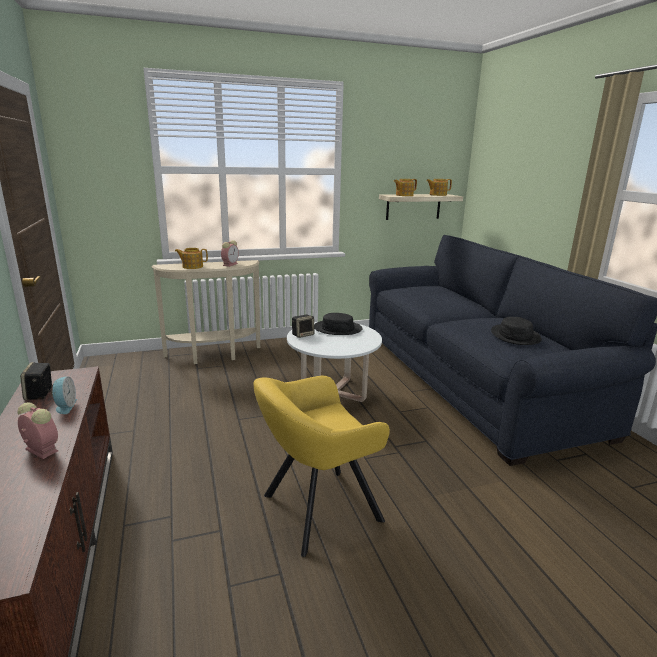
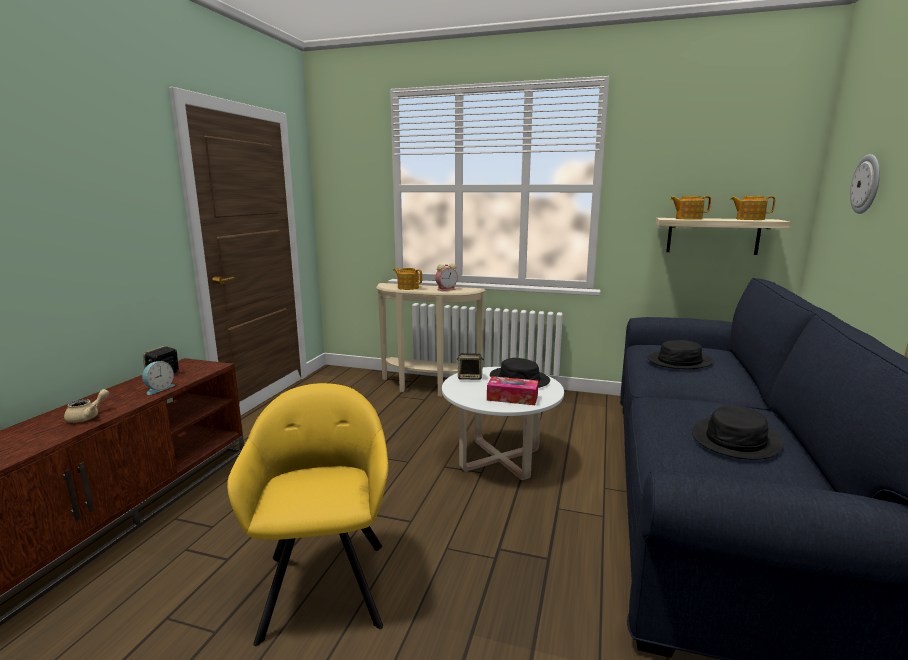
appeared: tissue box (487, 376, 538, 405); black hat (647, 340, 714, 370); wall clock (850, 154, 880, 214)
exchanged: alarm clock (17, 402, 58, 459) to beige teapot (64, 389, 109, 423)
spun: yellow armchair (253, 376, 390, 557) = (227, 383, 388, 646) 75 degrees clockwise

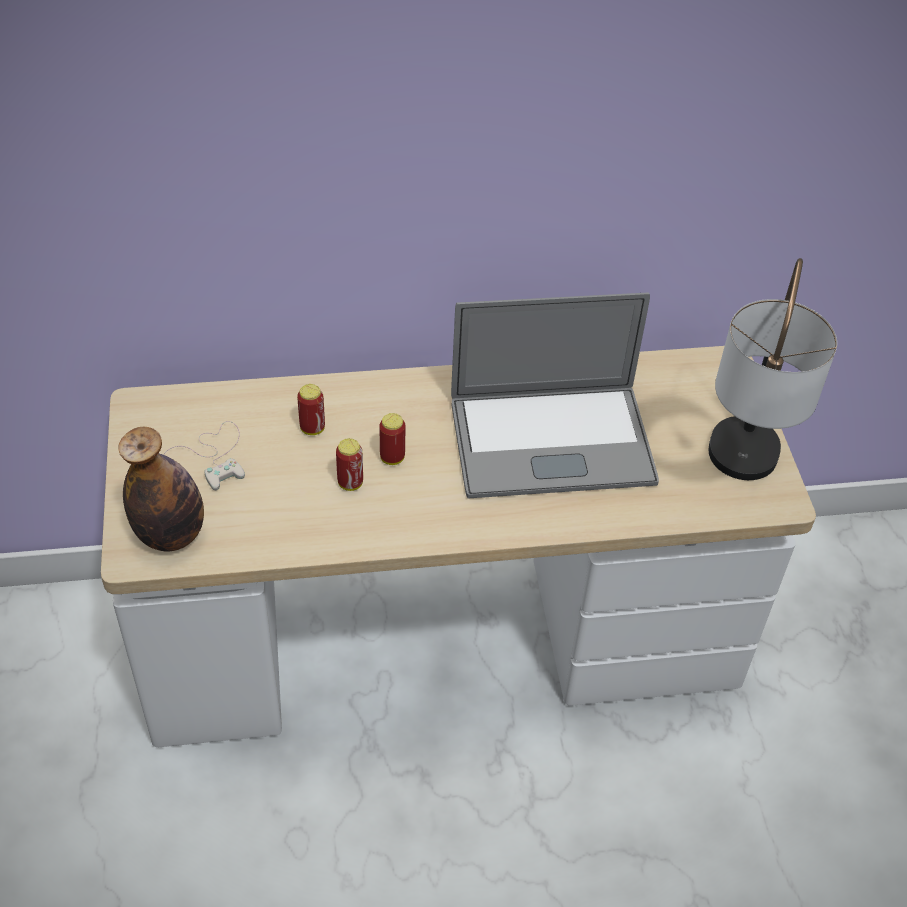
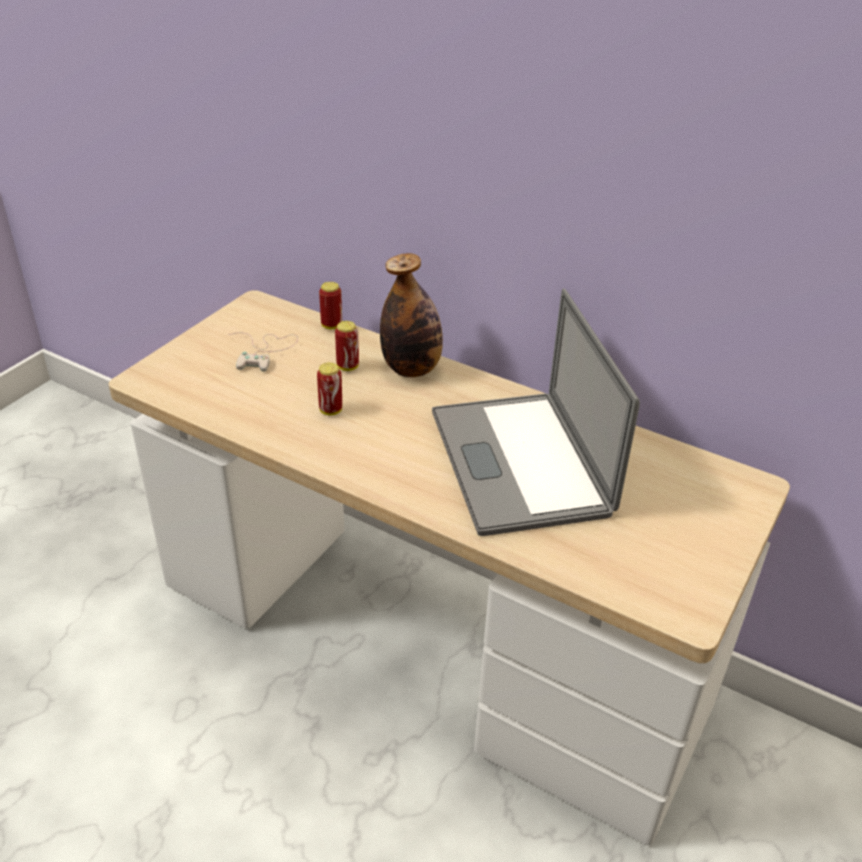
missing: table lamp (709, 258, 837, 480)
relocated: bottle (119, 427, 204, 551) to (380, 253, 443, 377); can (379, 413, 405, 465) to (319, 282, 342, 329)
spun: laptop (451, 292, 659, 498) = (432, 289, 640, 536) 45 degrees clockwise

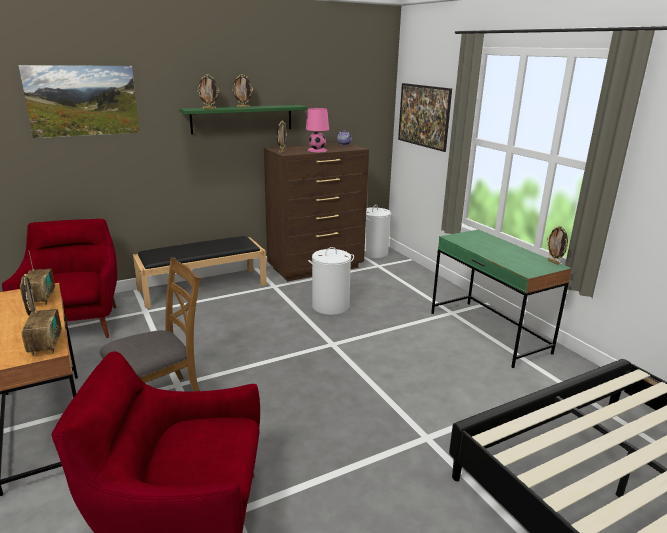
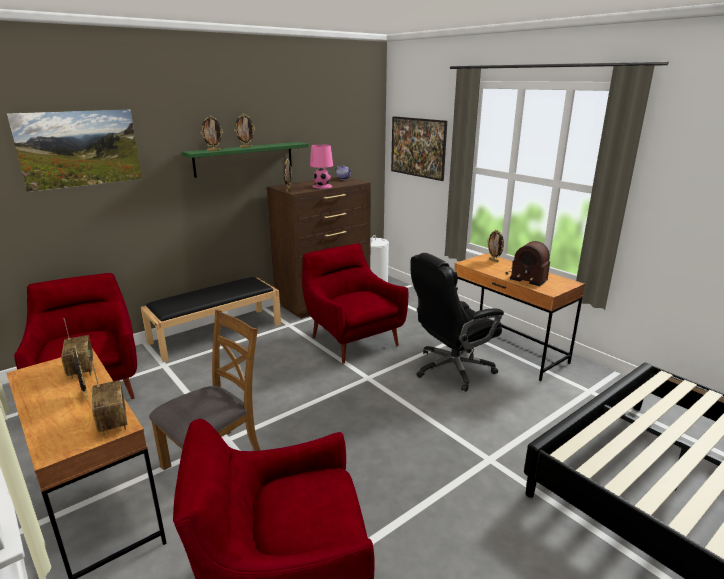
appeared: black office chair (410, 253, 504, 392); radio (506, 241, 550, 286)
relocated: picture frame (547, 226, 568, 265) to (487, 230, 504, 262)
exchanged: white laundry basket (308, 247, 354, 315) to red armchair (302, 244, 408, 364)
colour: green desk (431, 229, 572, 368) to brown desk (454, 253, 585, 381)

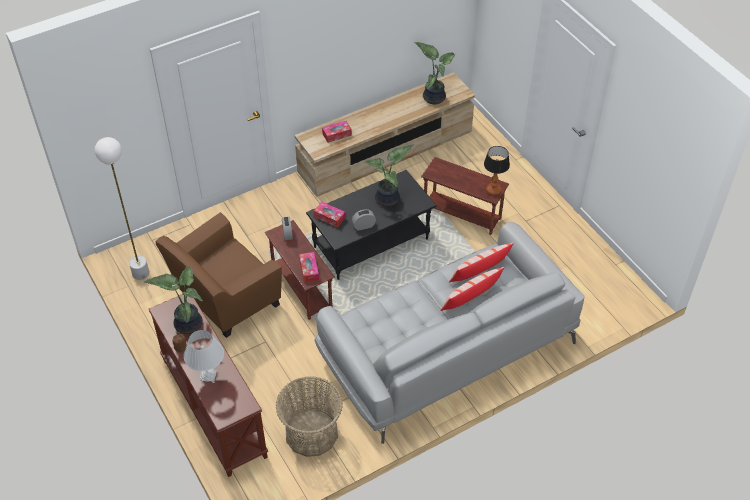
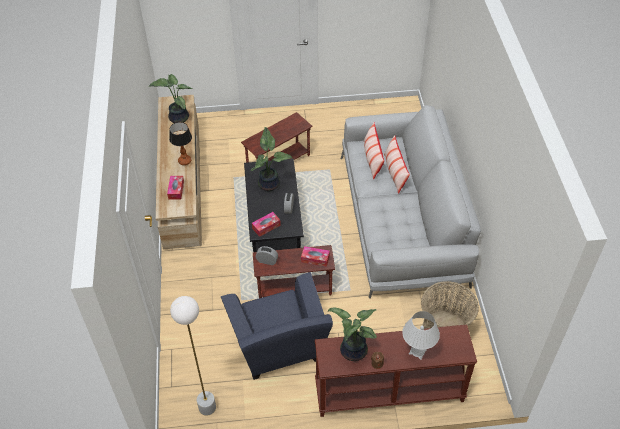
relocated: table lamp (484, 146, 510, 195) to (169, 122, 192, 165)
colour: brown armchair (156, 212, 282, 338) to blue armchair (221, 272, 333, 380)

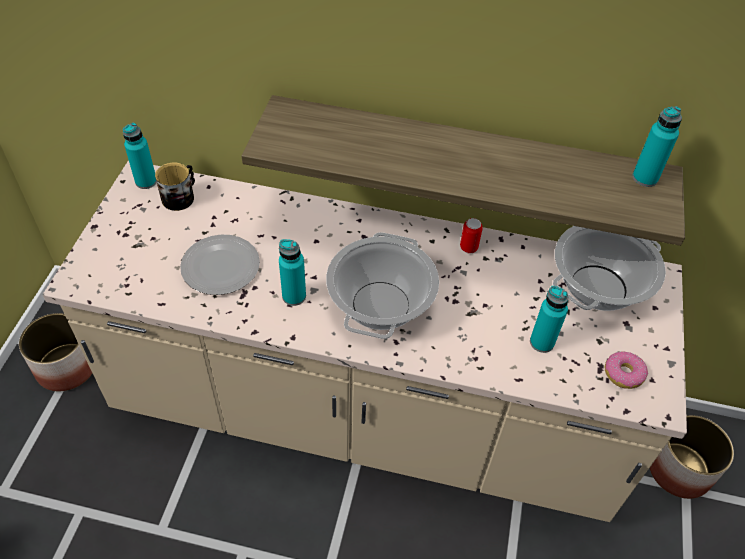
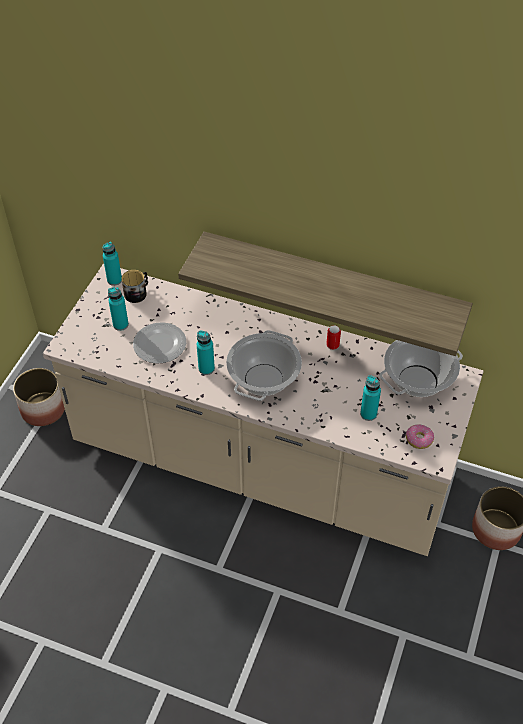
relocated: turquoise bottle (632, 106, 682, 187) to (108, 287, 129, 331)

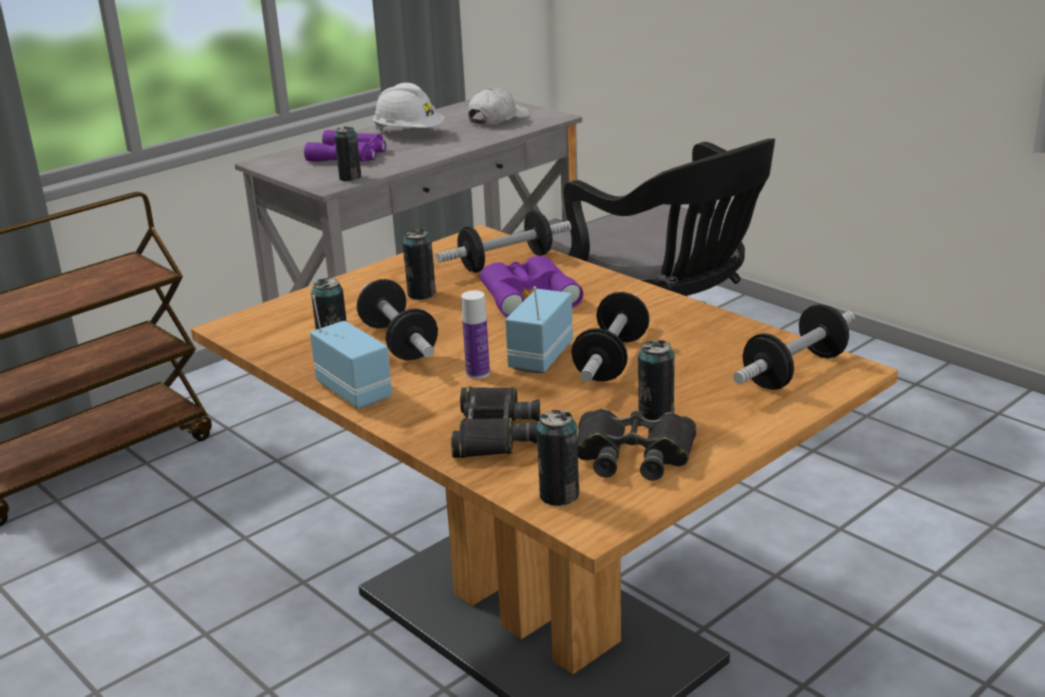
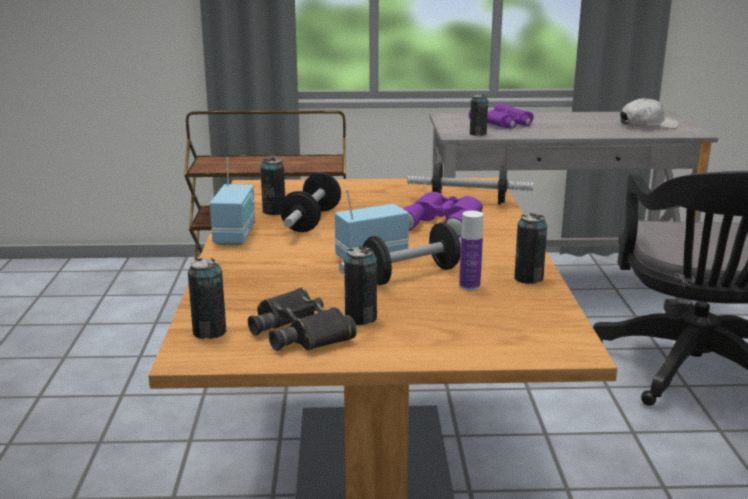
missing: white hard hat (373, 83, 445, 131); black binoculars (451, 387, 540, 458); dumbbell (733, 304, 855, 390)
relocated: can (403, 230, 436, 300) to (514, 213, 547, 284); bottle (461, 290, 490, 379) to (459, 211, 483, 290)

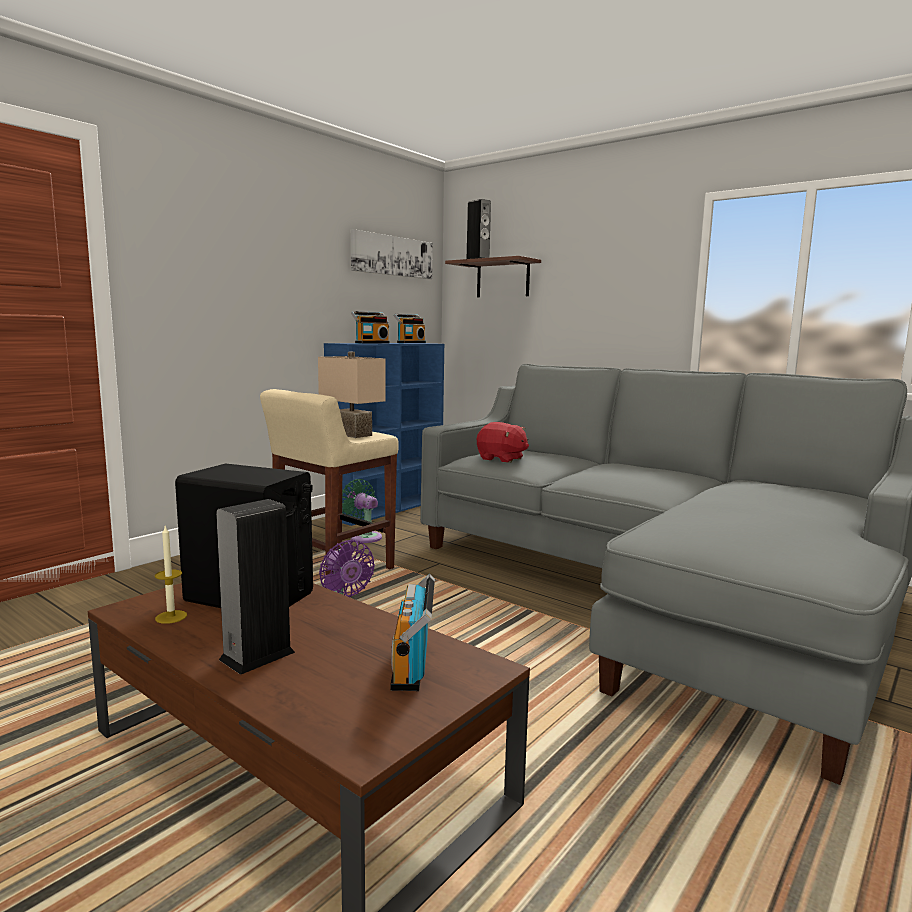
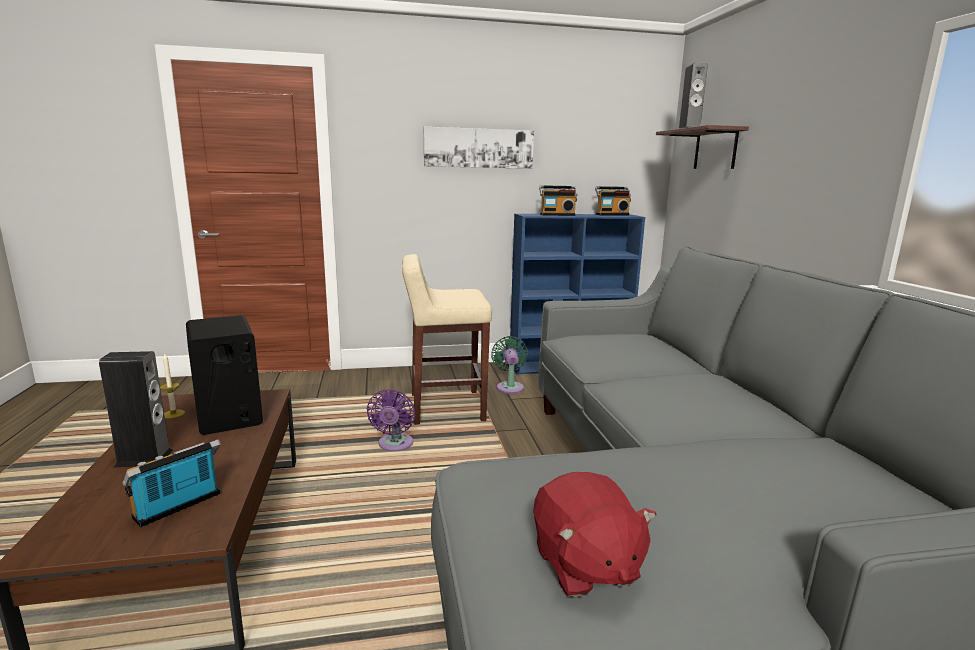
missing: beige table lamp (318, 352, 386, 438)
relocated: picture (351, 229, 433, 279) to (424, 127, 534, 169); red plush toy (477, 422, 529, 463) to (533, 472, 657, 597)

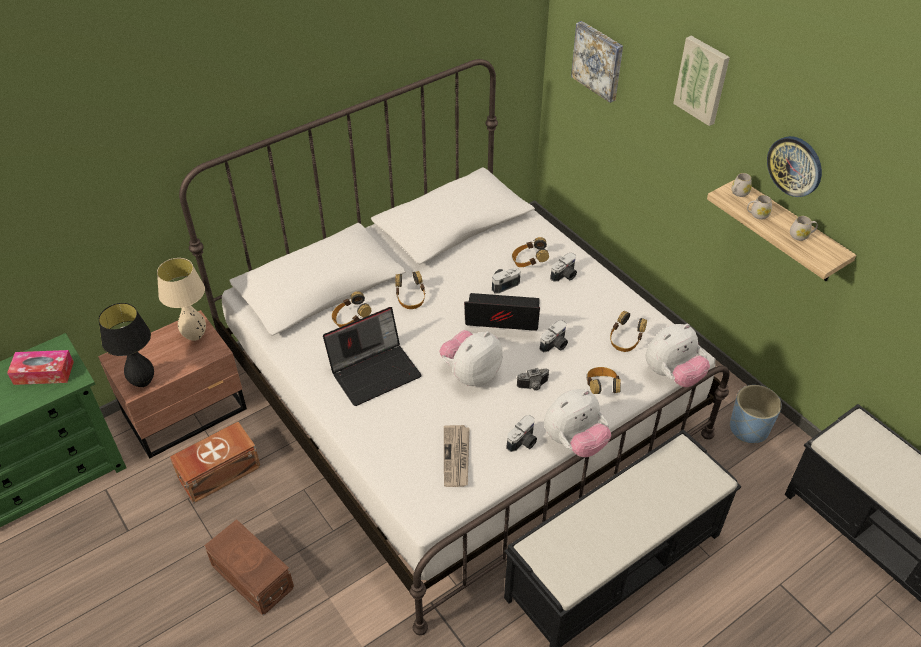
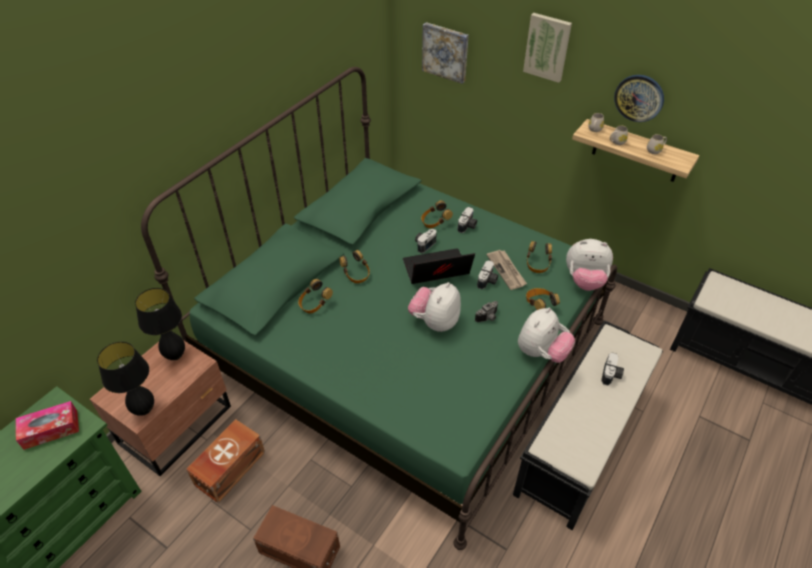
missing: laptop (323, 307, 422, 406); blue planter (730, 385, 782, 443)
relocated: newspaper (444, 425, 470, 487) to (487, 250, 527, 290); photo camera (506, 415, 537, 452) to (601, 352, 624, 386)
colour: beige table lamp (157, 258, 206, 341) to black table lamp (135, 288, 185, 360); white bed (179, 59, 730, 635) to green bed (141, 67, 617, 550)
spun: plush toy (646, 324, 710, 387) = (566, 239, 613, 291) 60 degrees clockwise

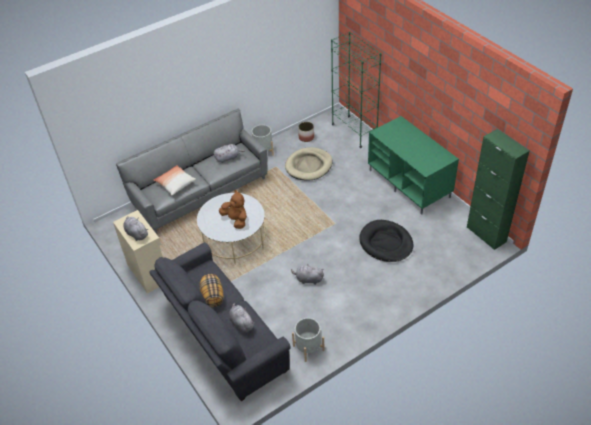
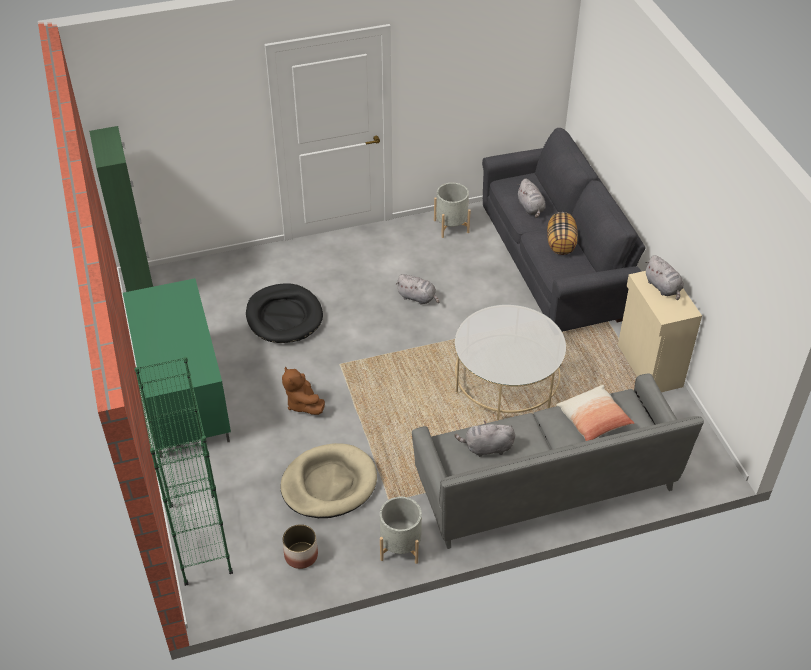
relocated: brown plush toy (219, 190, 247, 229) to (282, 366, 325, 415)

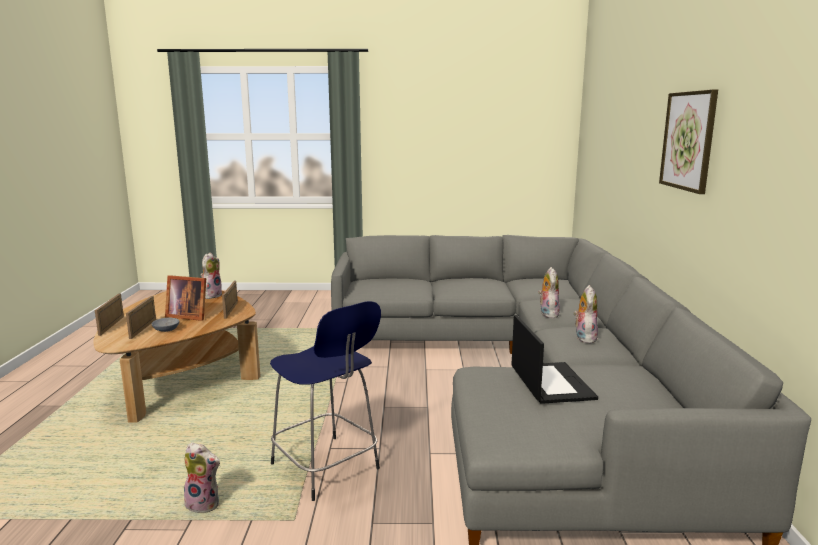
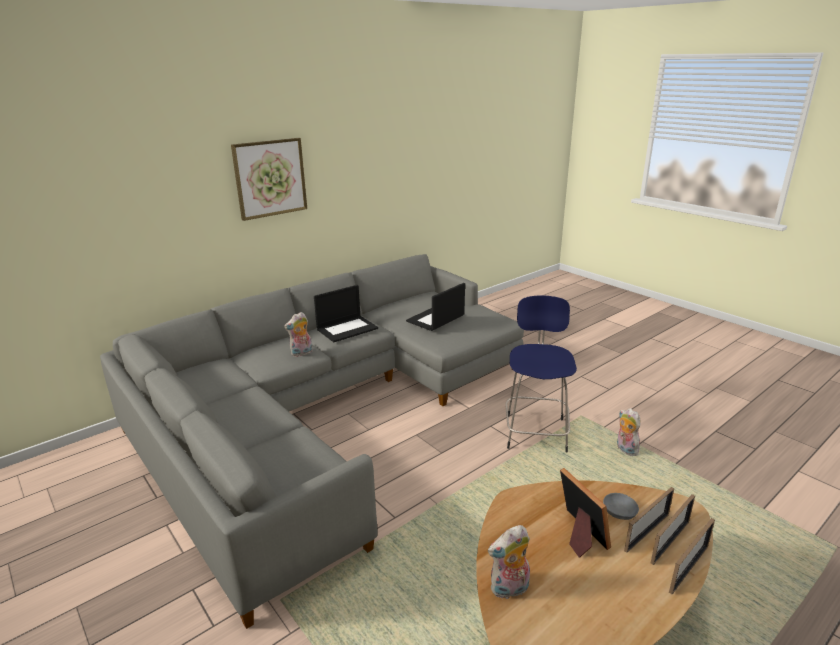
relocated: picture frame (222, 281, 238, 319) to (651, 494, 695, 565)
exchanged: plush toy (574, 285, 598, 343) to laptop (314, 285, 378, 342)

